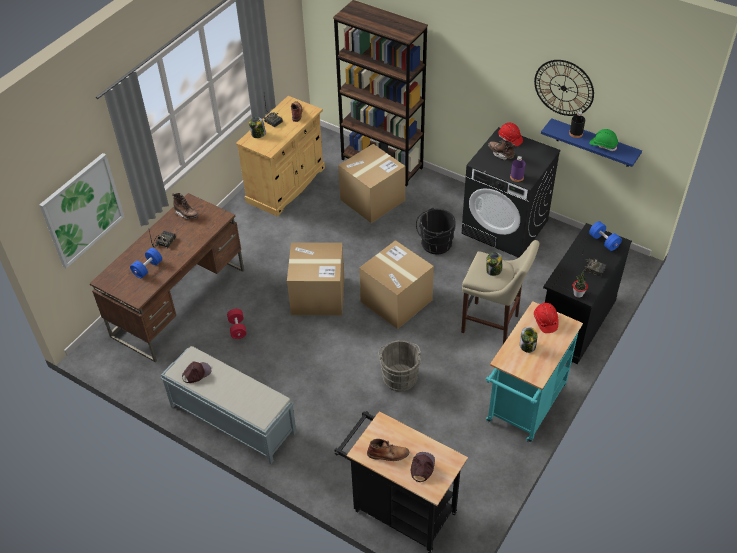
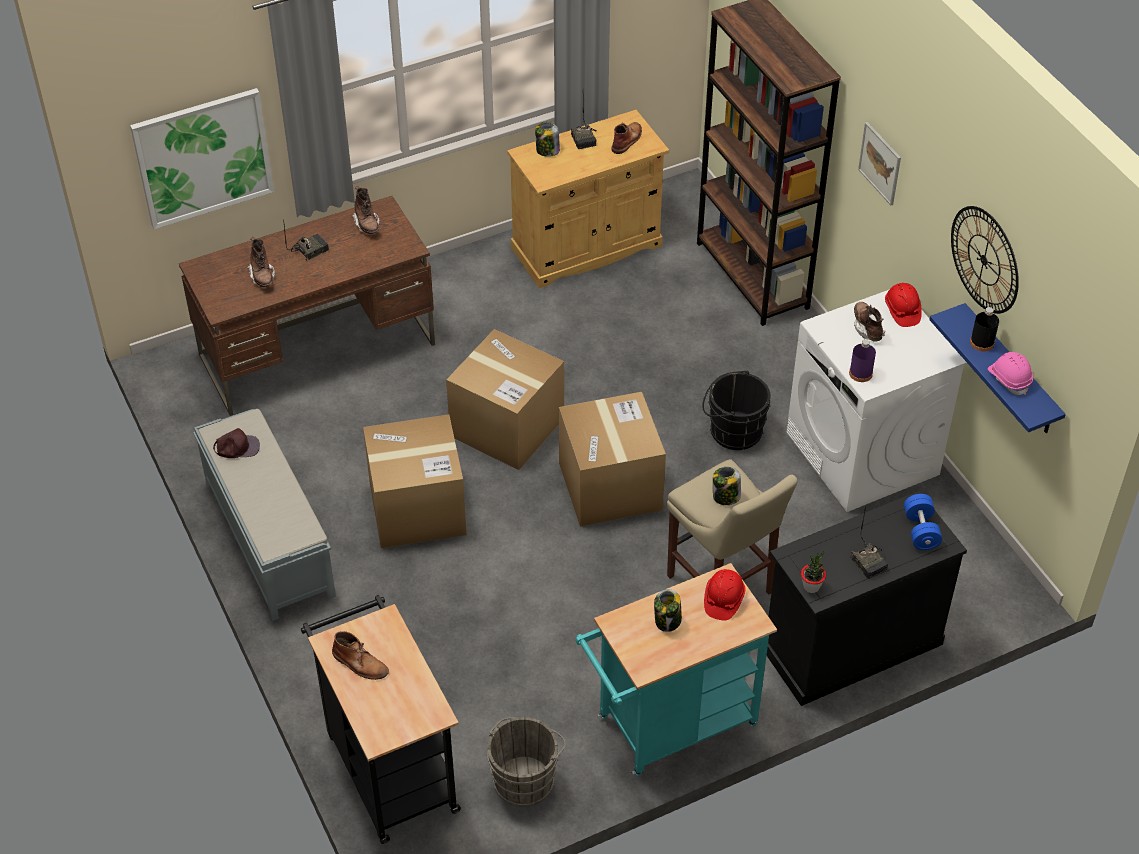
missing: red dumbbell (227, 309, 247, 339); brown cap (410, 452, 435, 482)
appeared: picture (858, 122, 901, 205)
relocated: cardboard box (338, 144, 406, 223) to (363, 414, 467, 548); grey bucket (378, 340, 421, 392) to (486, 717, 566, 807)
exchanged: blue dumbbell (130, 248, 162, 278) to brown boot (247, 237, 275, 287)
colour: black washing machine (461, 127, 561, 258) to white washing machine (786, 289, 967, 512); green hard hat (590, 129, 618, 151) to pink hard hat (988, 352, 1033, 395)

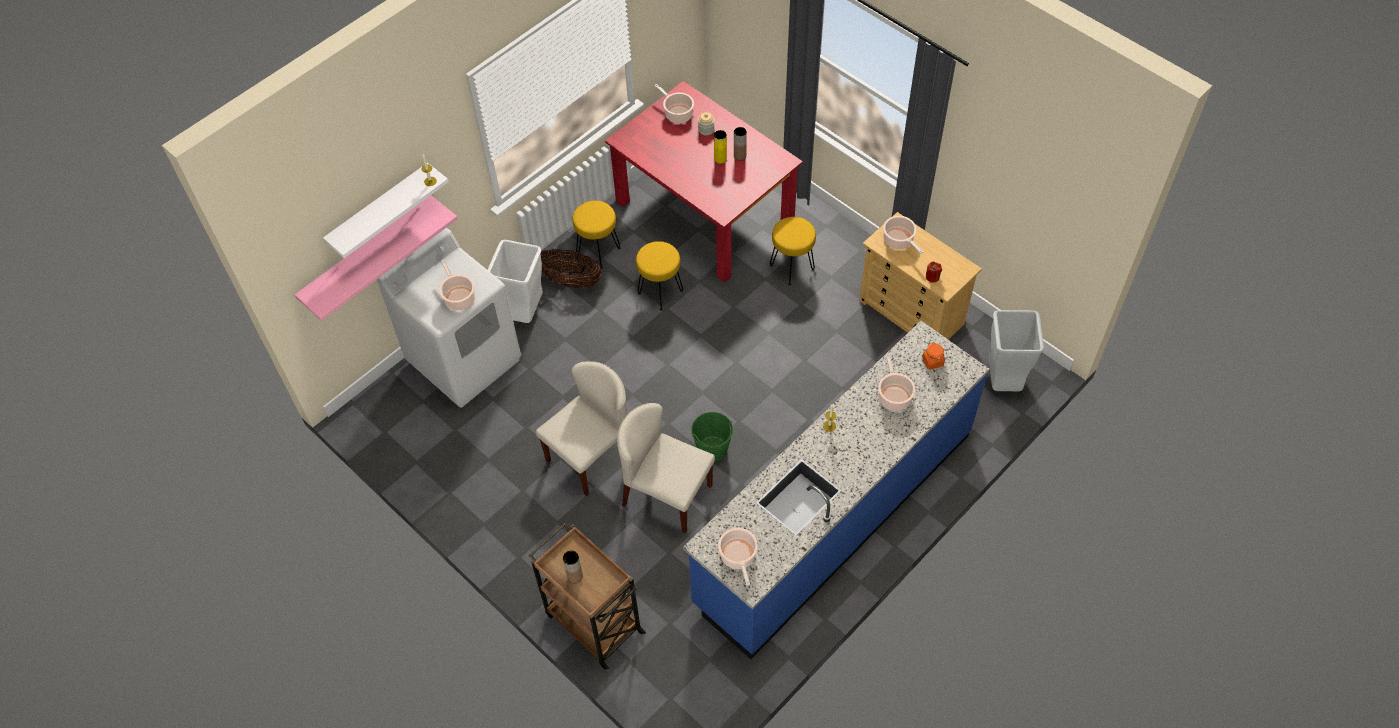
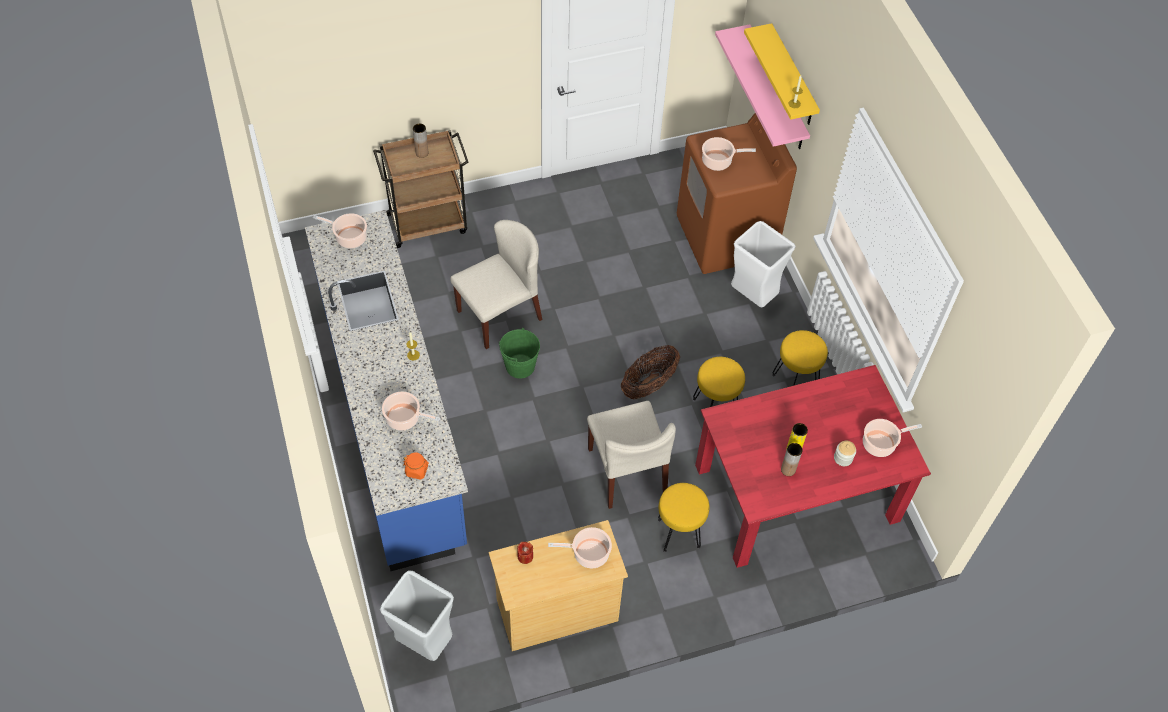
relocated: beige chair (536, 361, 628, 496) to (587, 401, 676, 509); basket (541, 248, 602, 288) to (621, 345, 680, 399)
colour: white shelf (323, 163, 449, 258) to yellow shelf (744, 23, 820, 125); white washing machine (377, 228, 521, 408) to brown washing machine (677, 113, 797, 274)

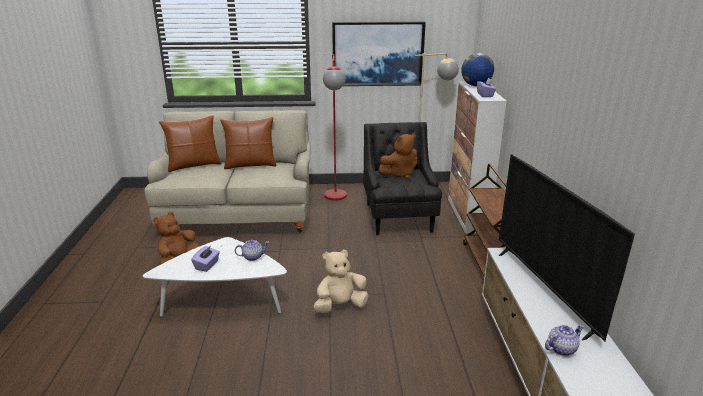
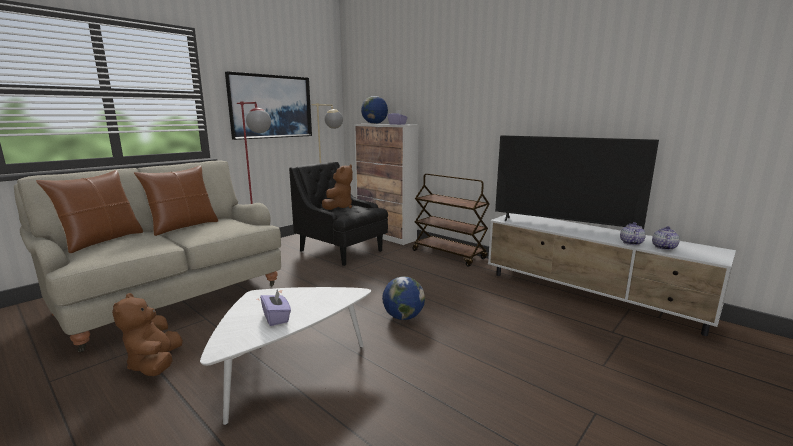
relocated: teapot (235, 240, 269, 261) to (652, 226, 680, 250)
exchanged: beige plush toy (314, 250, 369, 313) to globe (382, 276, 425, 320)

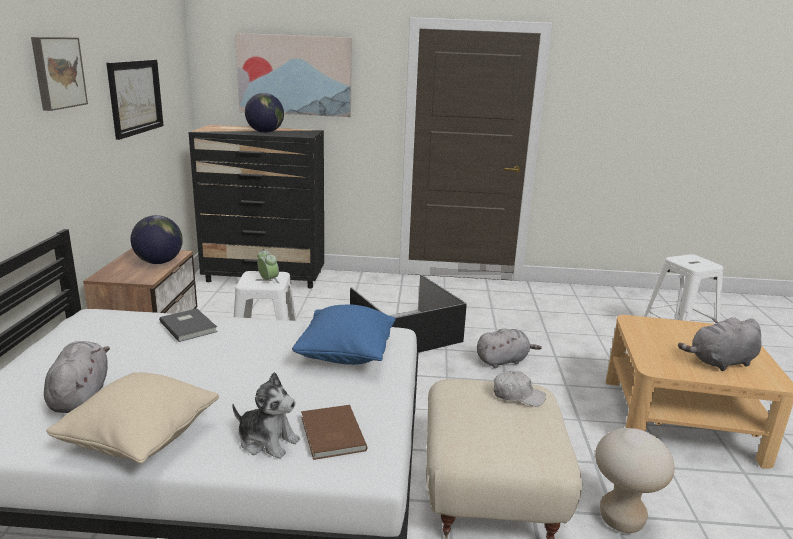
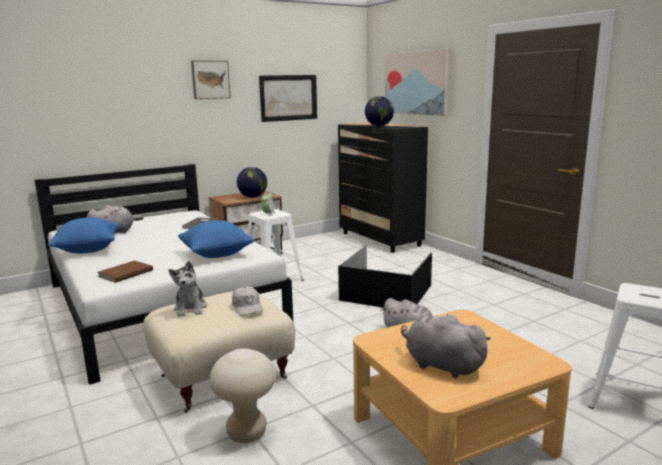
relocated: plush toy (232, 372, 300, 459) to (169, 261, 207, 317)
colour: beige pillow (46, 372, 219, 463) to blue pillow (48, 218, 119, 253)

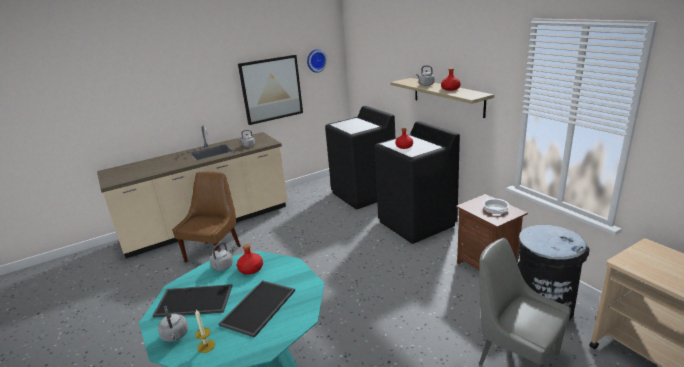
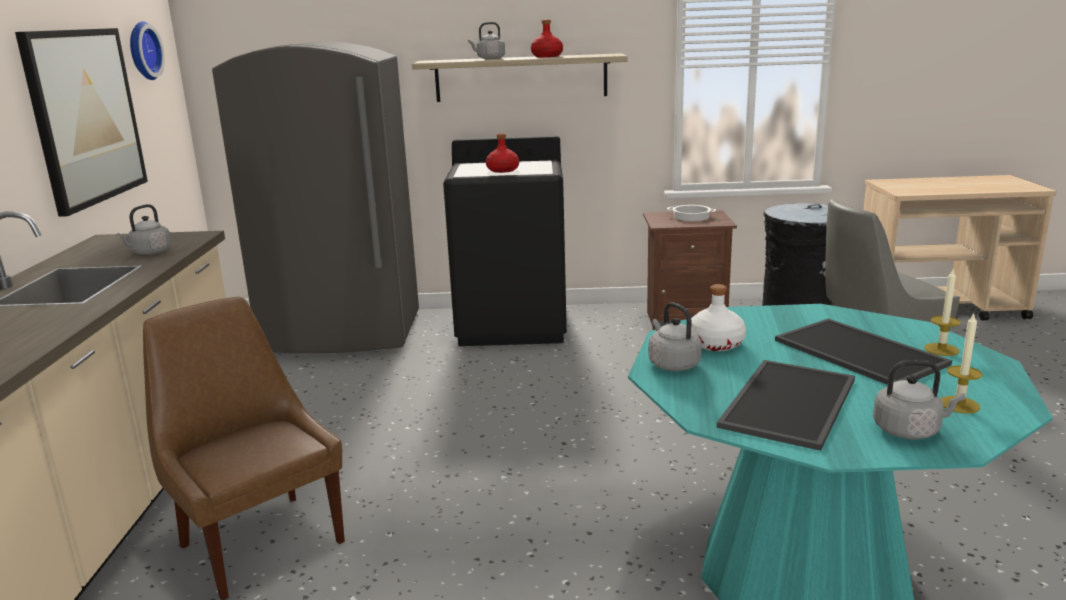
appeared: candle (924, 270, 961, 356)
exchanged: black washing machine (325, 106, 395, 209) to grey fridge (212, 41, 419, 354)
colour: red bottle (237, 244, 263, 274) to white bottle (691, 284, 746, 351)

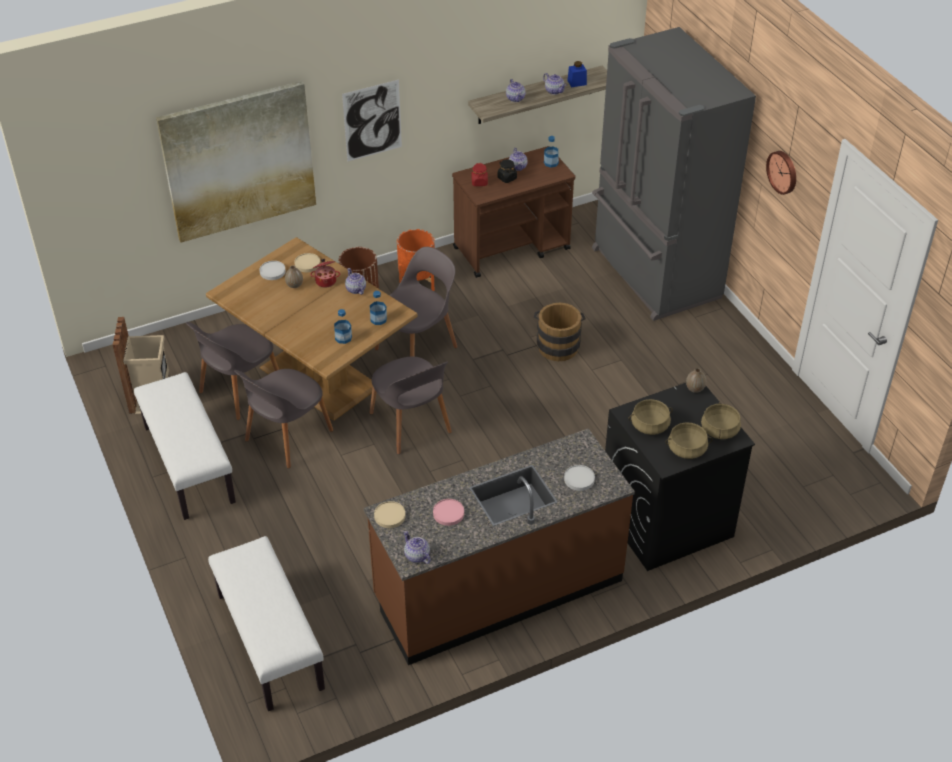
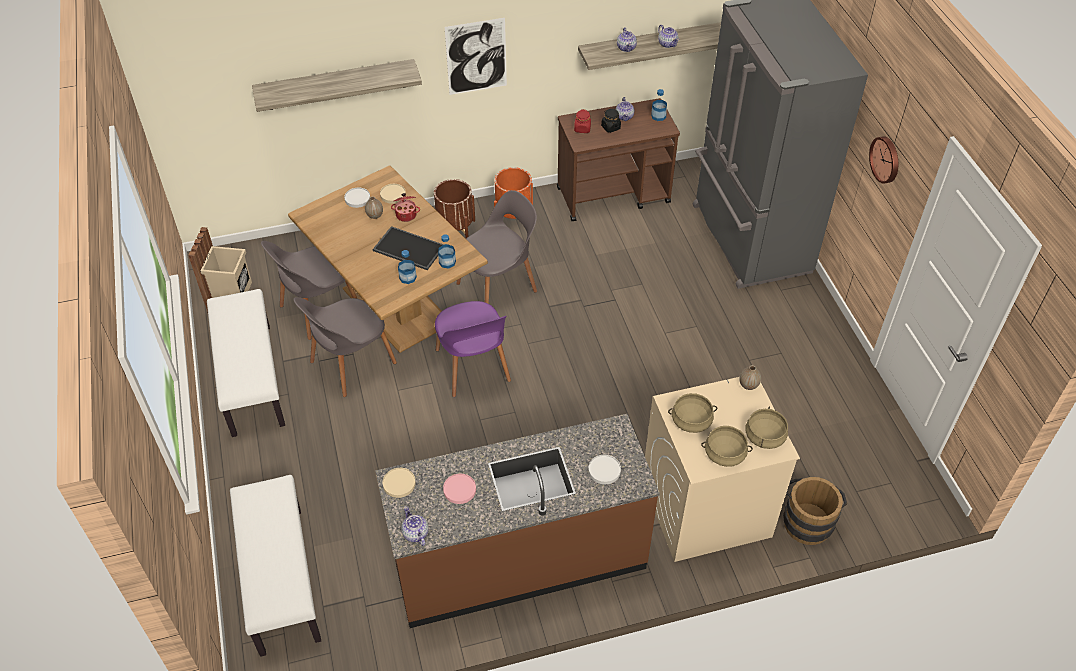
missing: teapot (345, 268, 366, 295); blue jar (567, 61, 587, 87)
appeared: tray (373, 226, 444, 270)
relocated: brown bucket (534, 303, 586, 361) to (783, 477, 847, 545)
exchanged: picture (156, 81, 316, 243) to shelf (252, 59, 422, 112)
colour: grey chair (369, 356, 452, 454) to purple chair (435, 301, 511, 397); black washing machine (605, 383, 755, 571) to beige washing machine (645, 377, 800, 562)

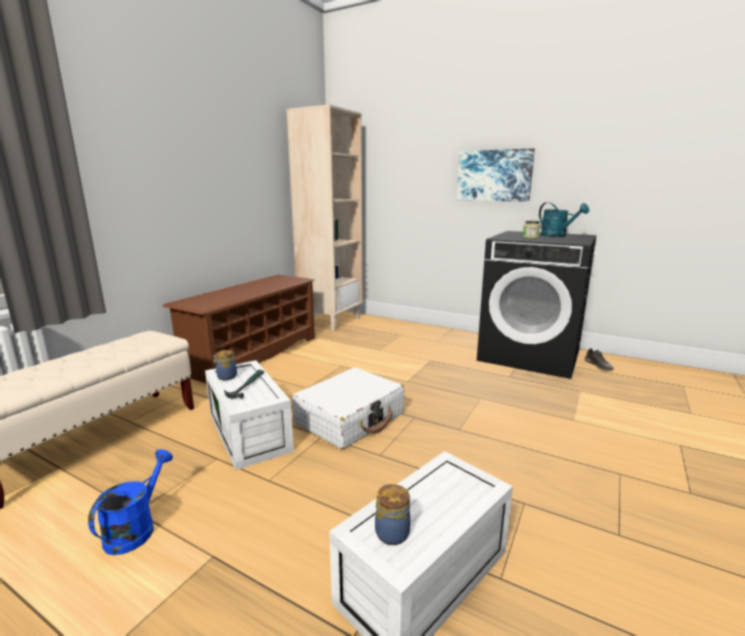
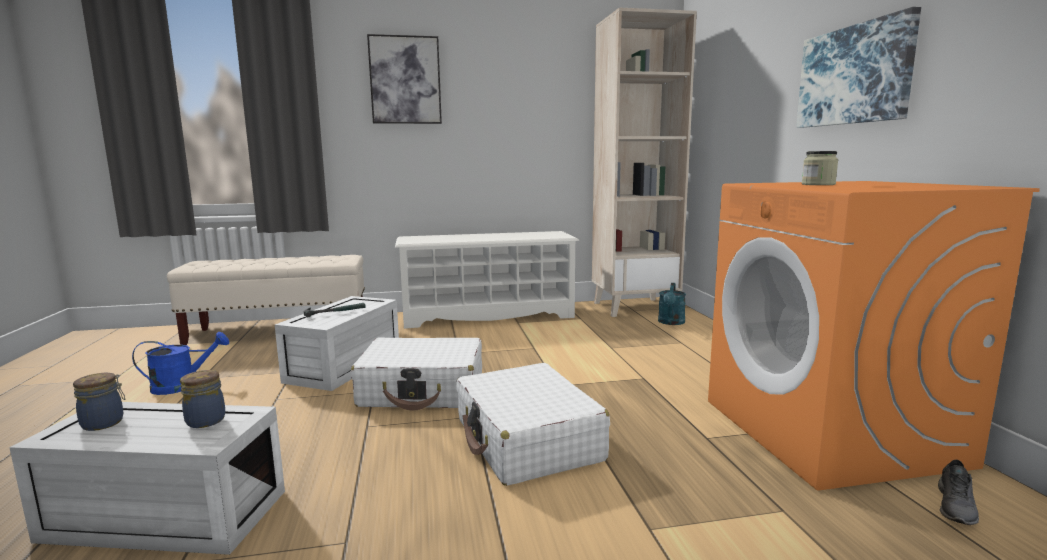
appeared: picture (367, 34, 442, 124); white suitcase (456, 363, 610, 486)
relocated: jar (213, 350, 237, 380) to (180, 370, 225, 428); turquoise watering can (539, 203, 589, 237) to (658, 283, 686, 325)
colour: brown shoe rack (163, 275, 315, 384) to white shoe rack (395, 231, 580, 329); black washing machine (477, 231, 597, 379) to orange washing machine (708, 181, 1040, 491)

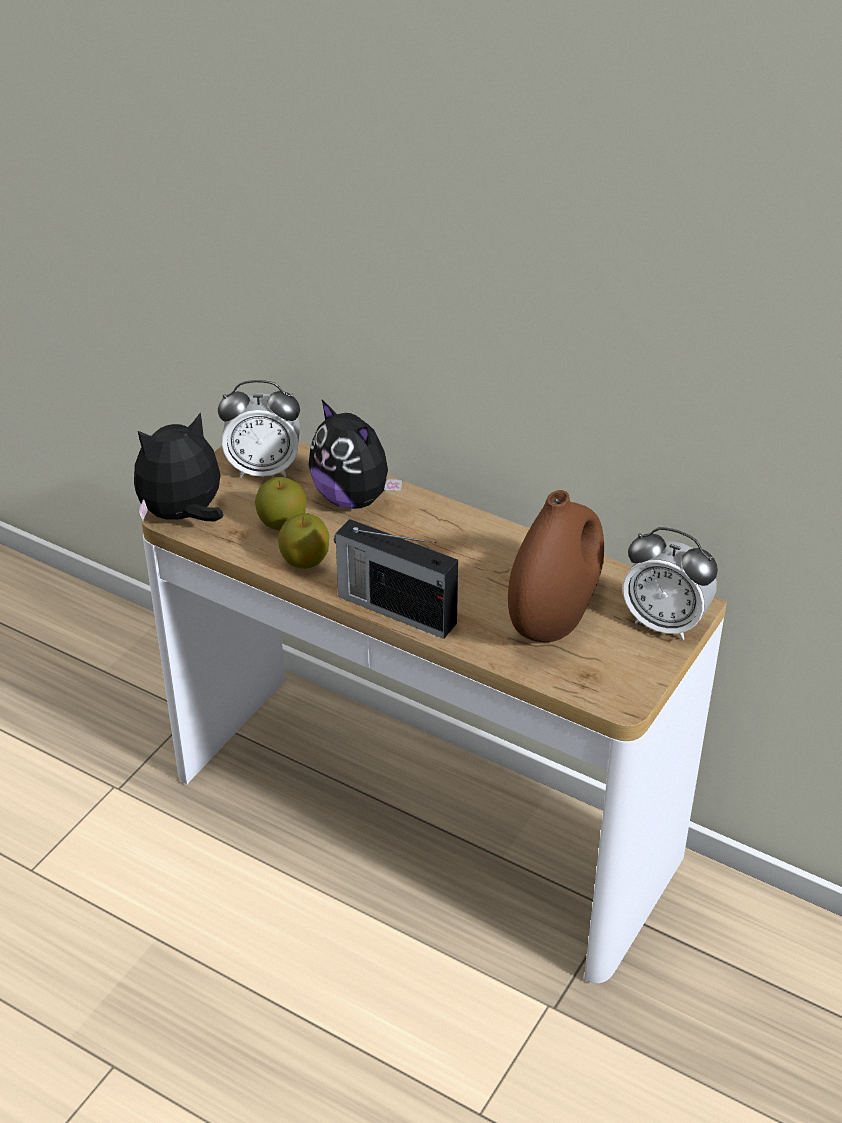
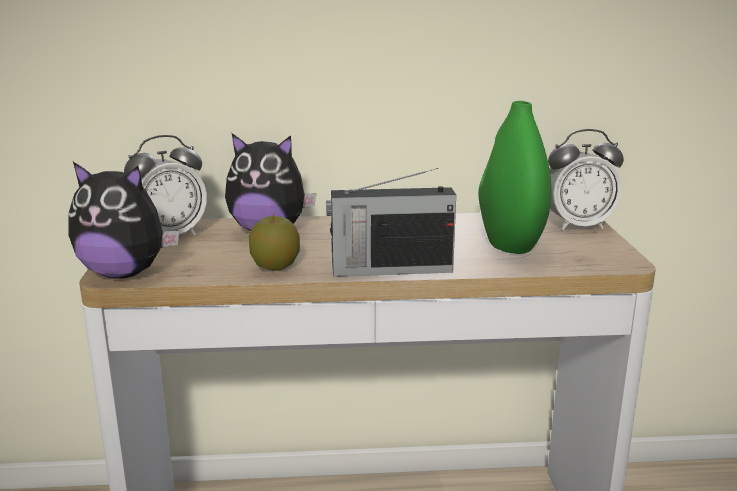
missing: apple (255, 477, 306, 530)
colour: brown vase (508, 490, 604, 642) to green vase (478, 101, 552, 254)
spun: plush toy (134, 412, 223, 521) = (68, 162, 179, 279) 105 degrees counterclockwise

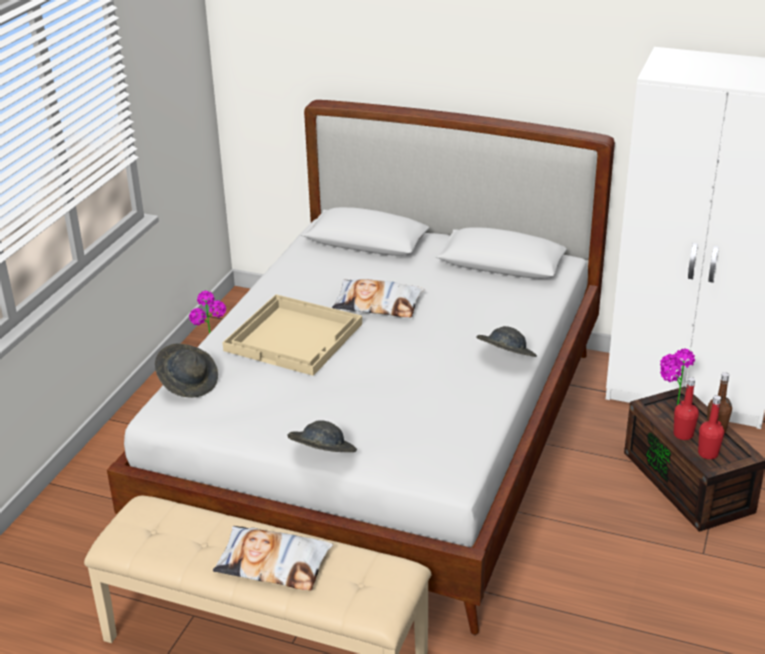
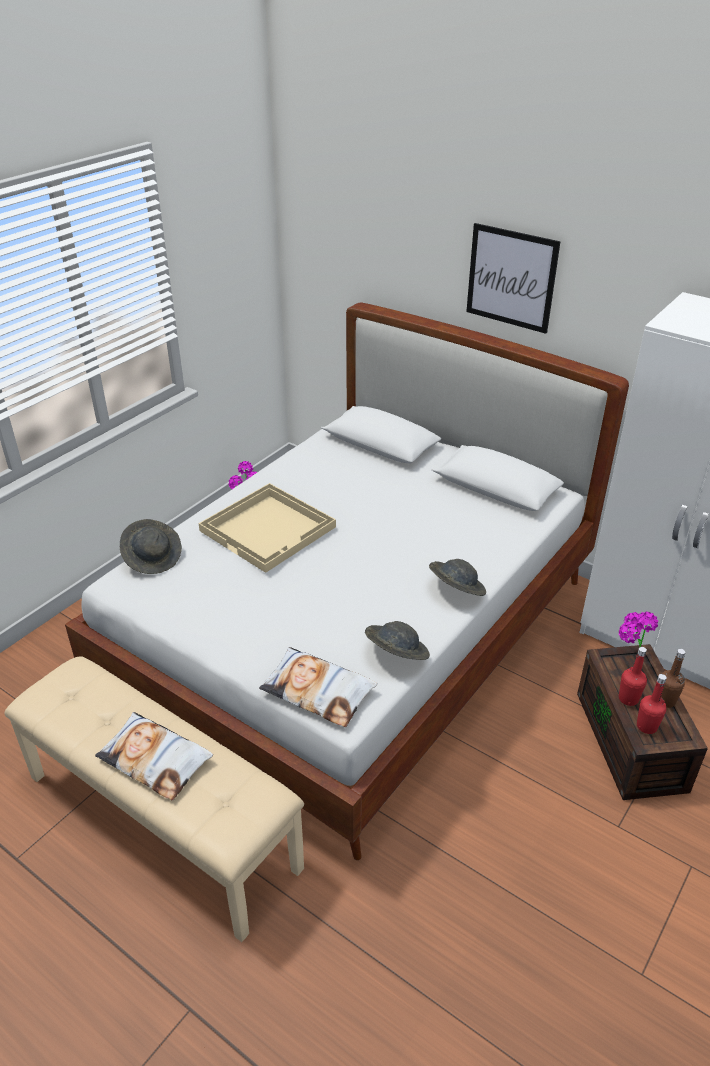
appeared: picture (466, 223, 561, 334)
relocated: grey hat (287, 420, 357, 452) to (365, 621, 430, 660); pillow (332, 279, 424, 317) to (259, 647, 377, 727)

